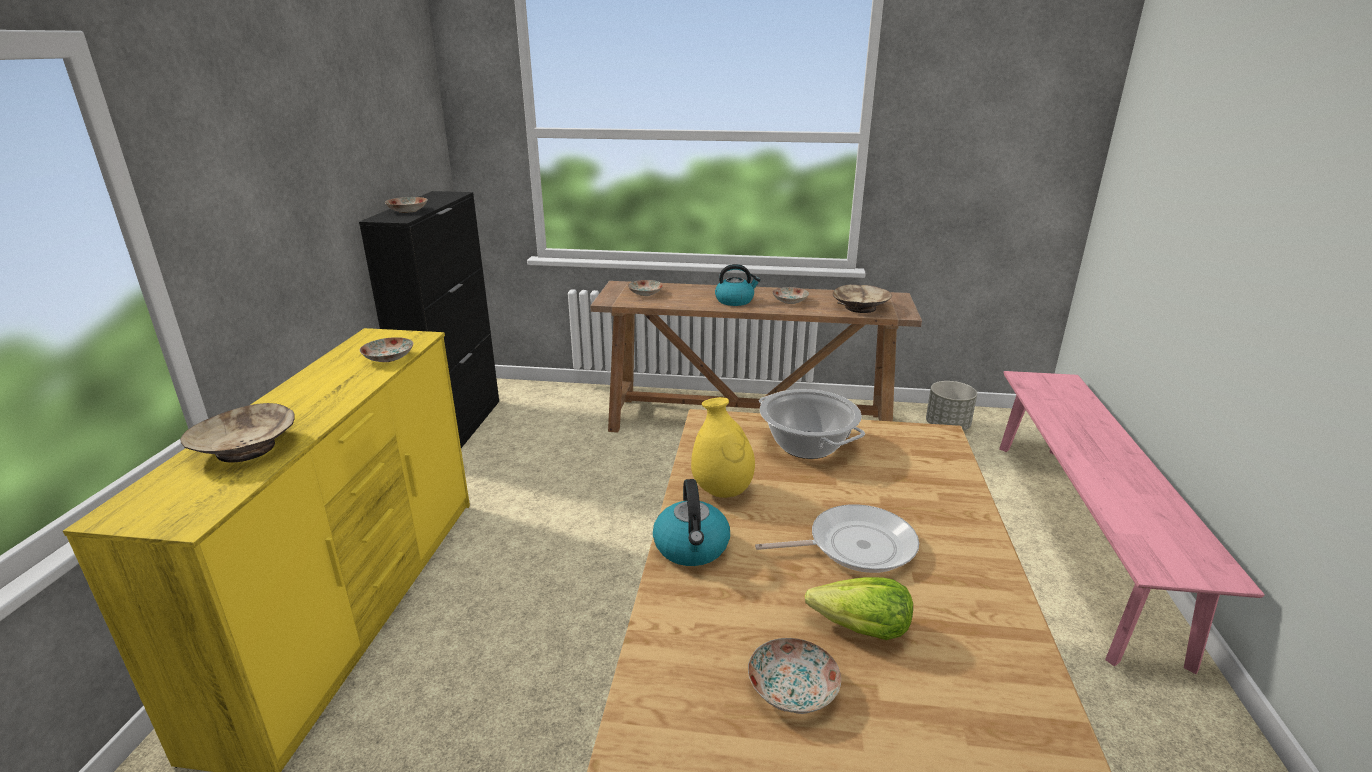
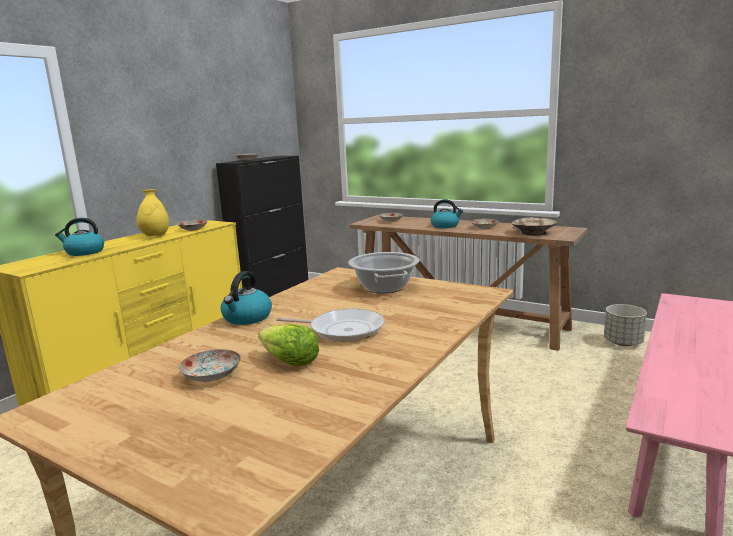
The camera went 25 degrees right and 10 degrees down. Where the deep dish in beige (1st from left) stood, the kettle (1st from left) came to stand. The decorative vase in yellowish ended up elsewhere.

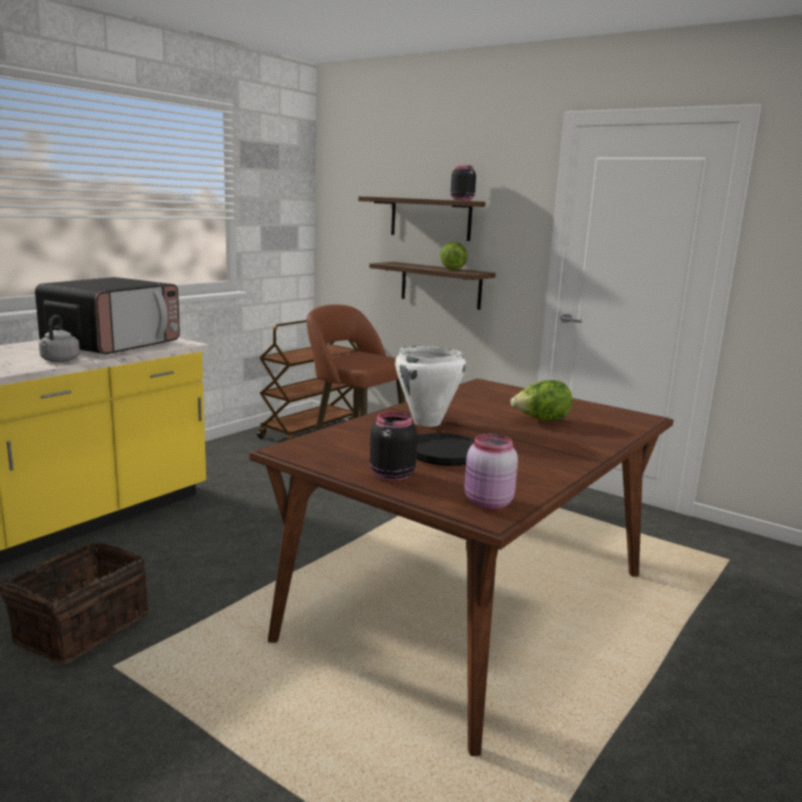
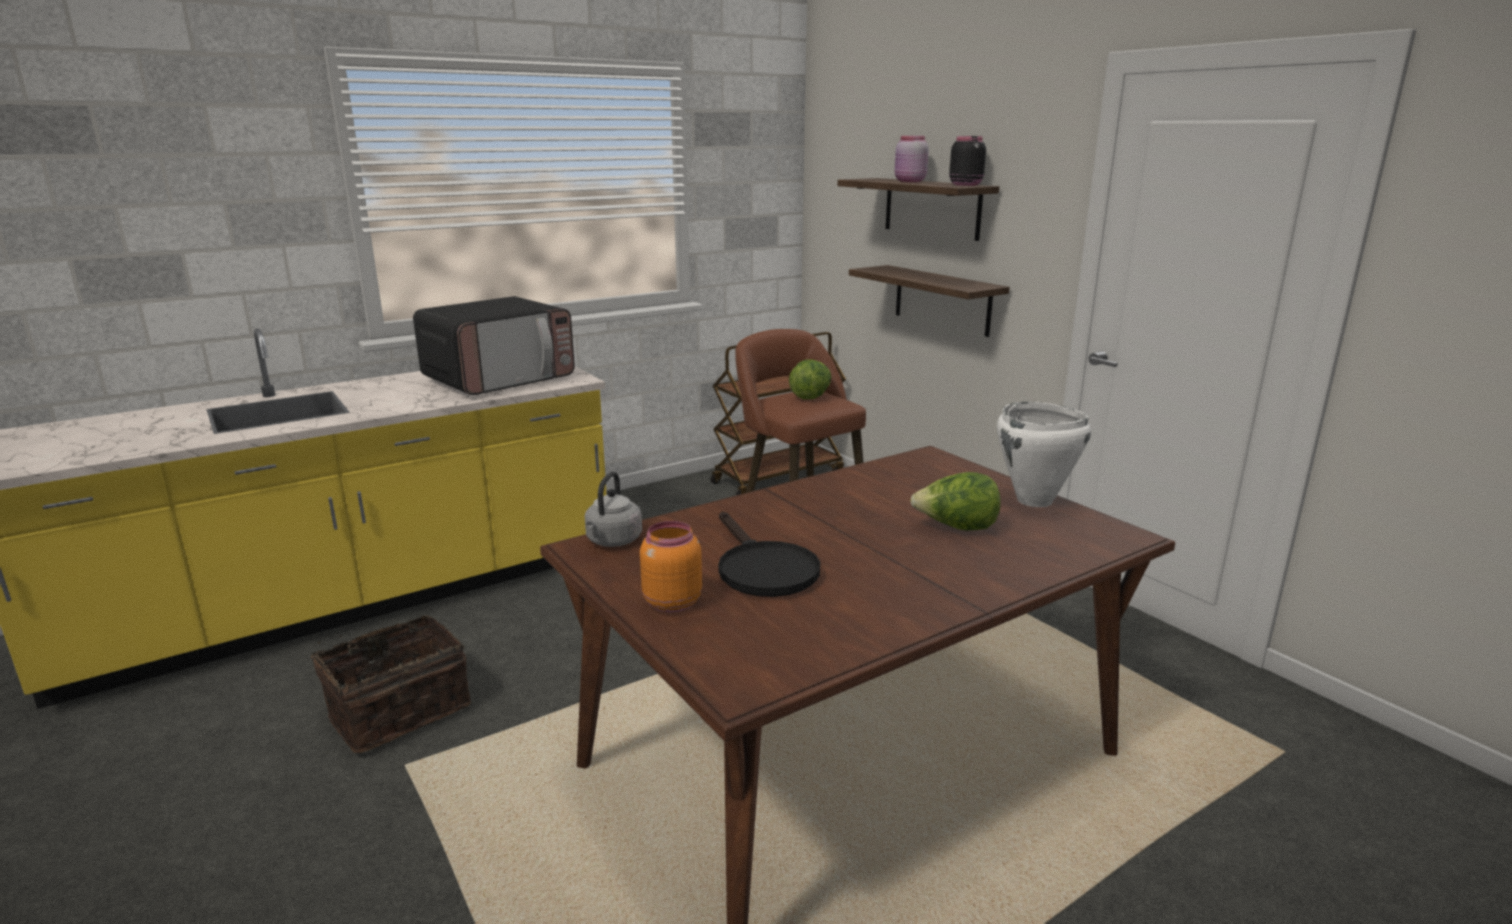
The camera went 20 degrees right and 5 degrees up. The kettle in gray ended up elsewhere. What was the preserve jar in black-coloured (1st from left) turned into the preserve jar in orange. The lettuce (1st from left) ended up elsewhere. The preserve jar in pinkish ended up elsewhere. The stockpot in whitish ended up elsewhere.

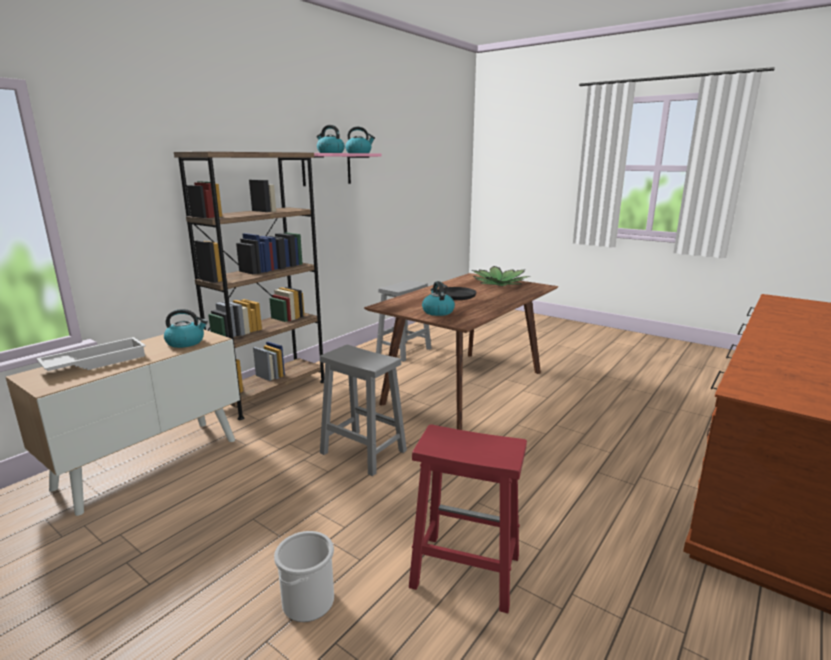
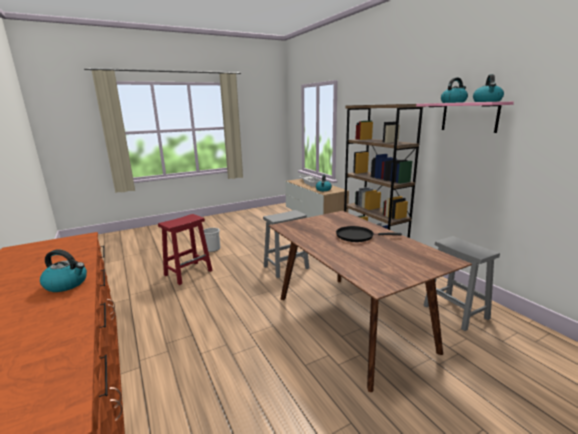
The camera went 115 degrees right and 0 degrees up. The kettle (4th from left in the first image) ended up elsewhere. The second view lost the plant in a pot.

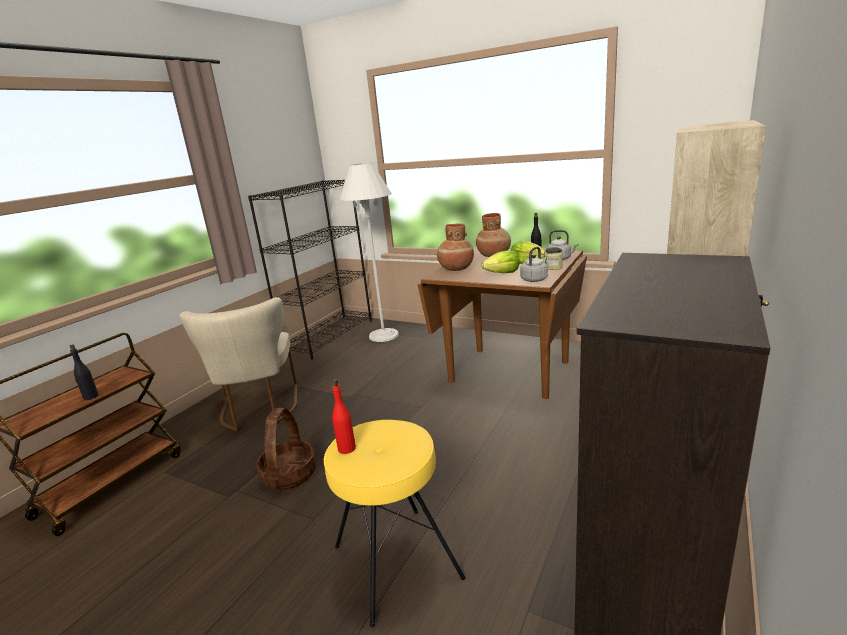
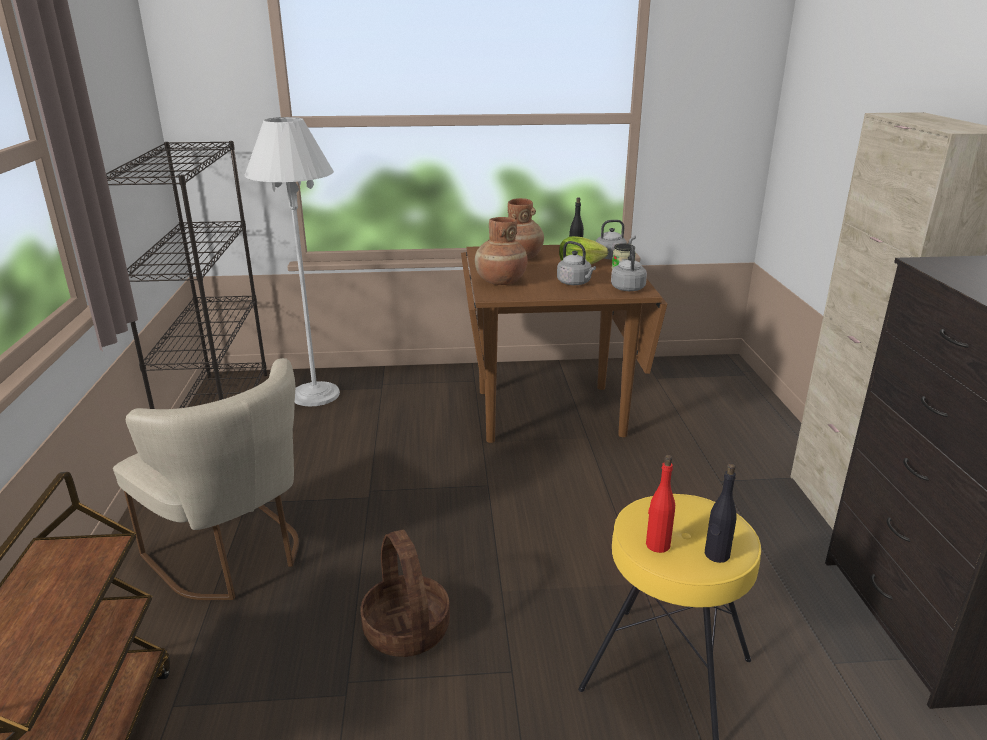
The camera went 35 degrees left and 5 degrees up. Where the lettuce (1st from left) stood, the kettle in gray (1st from left) came to stand. The drink bottle in black-coloured (1st from left in the first image) ended up elsewhere.

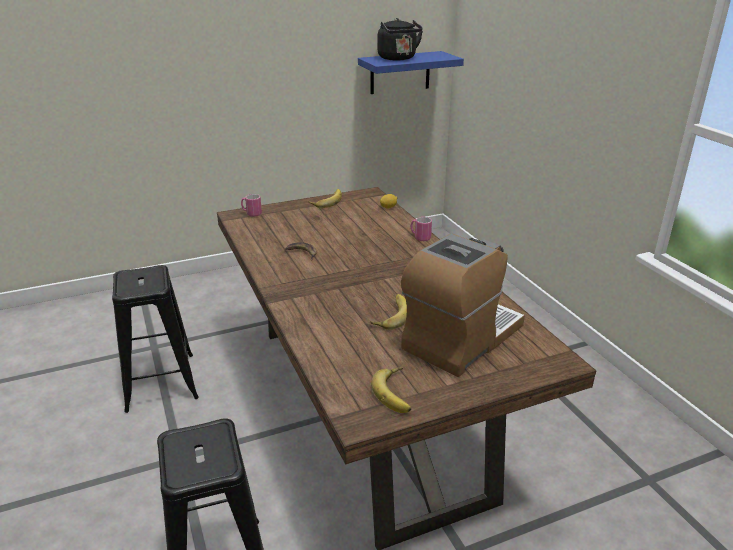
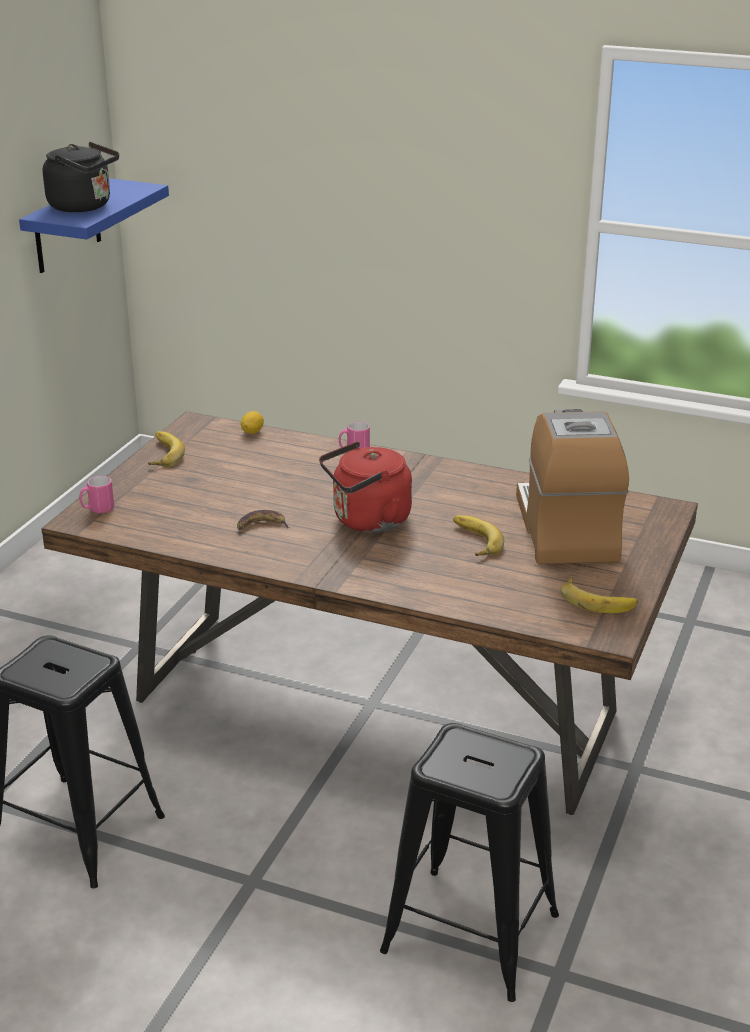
The camera went 45 degrees left and 0 degrees up. The second view gained the kettle in red.

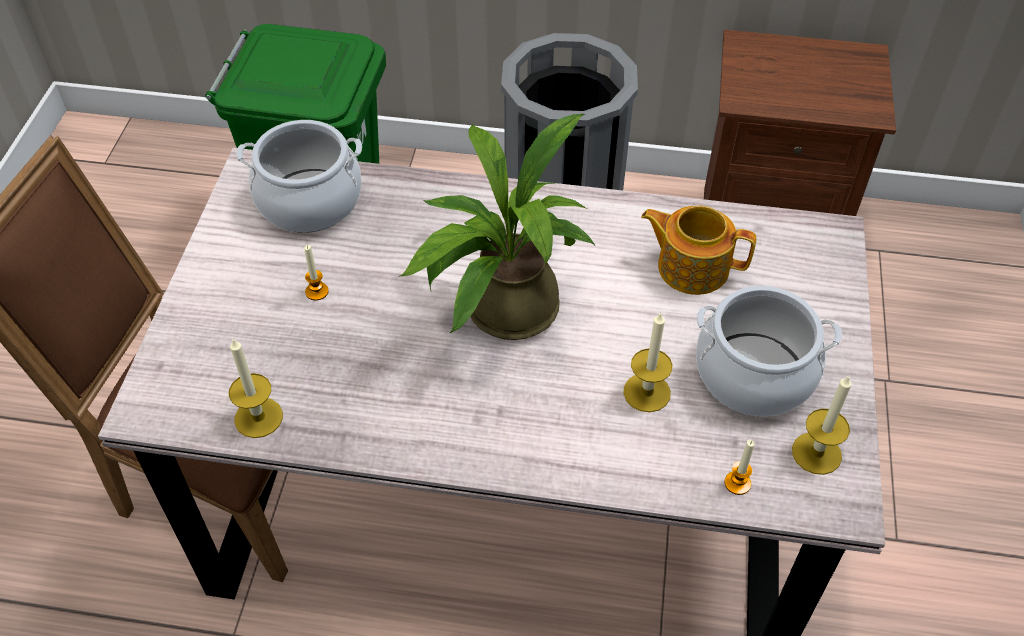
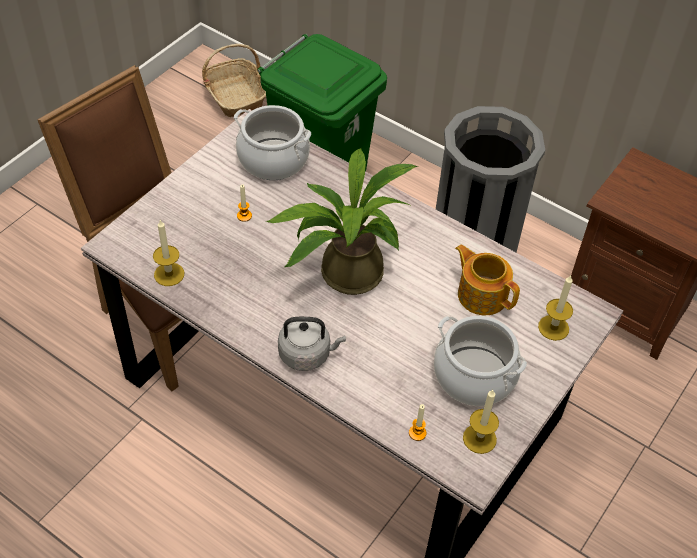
The camera went 25 degrees right and 0 degrees up. The second view gained the storage basket. The second view gained the kettle in gray. The candle (3rd from left in the first image) ended up elsewhere.

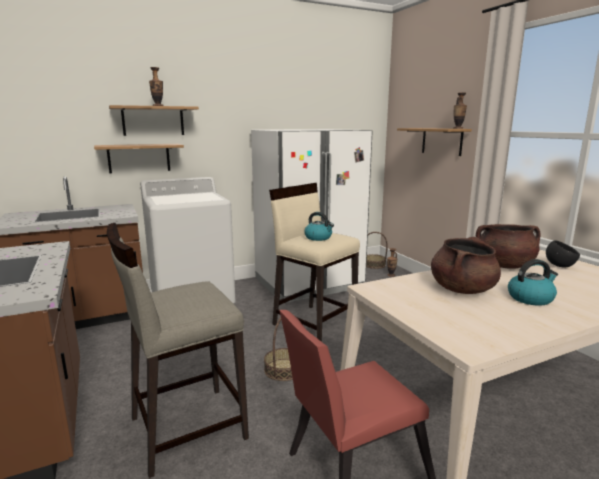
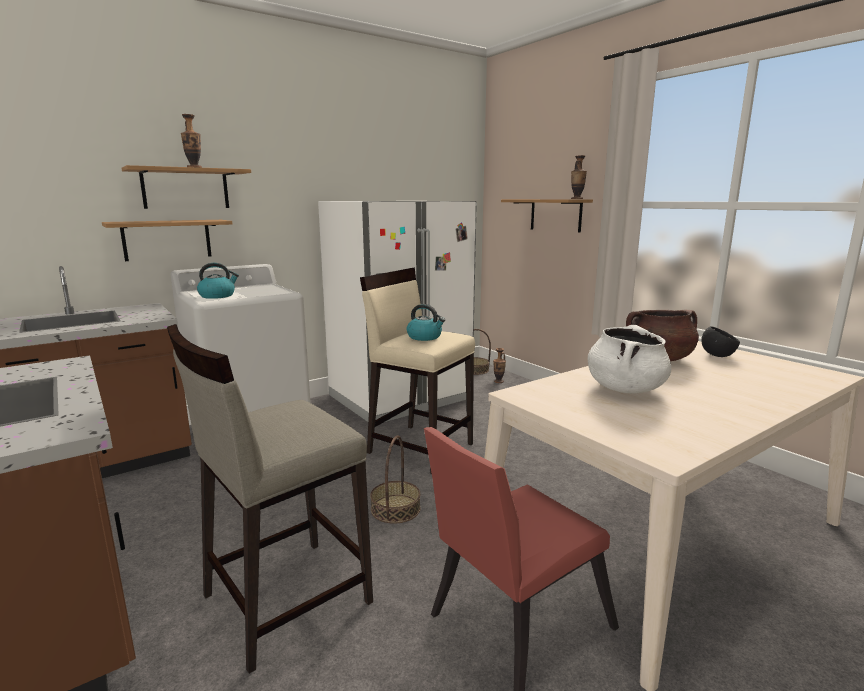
The camera went 10 degrees left and 0 degrees up. The kettle (2nd from left in the first image) ended up elsewhere. What was the stockpot in brownish (1st from left) turned into the stockpot in whitish.

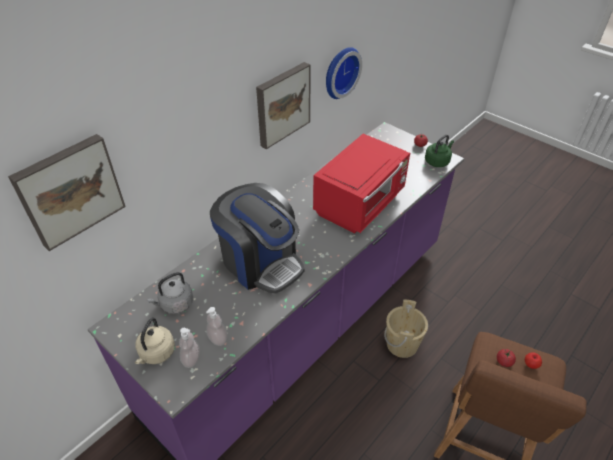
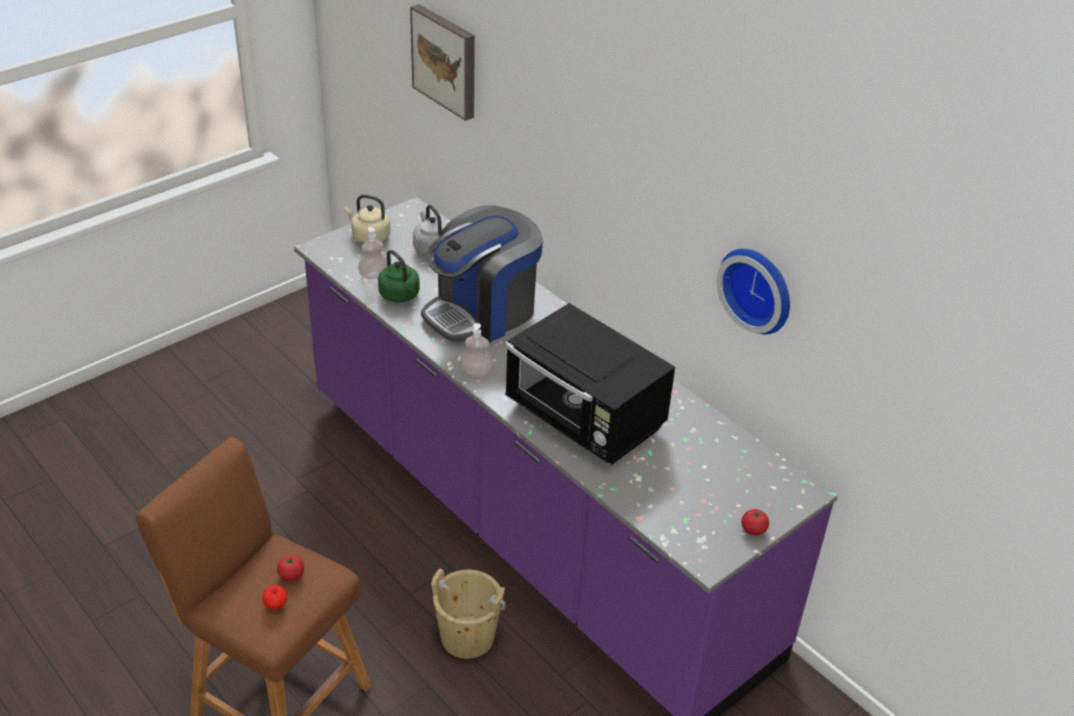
The camera went 95 degrees right and 5 degrees down. The kettle in green ended up elsewhere. The soap dispenser (1st from left in the first image) ended up elsewhere. What was the microwave in red turned into the microwave in black-coloured. The second view lost the picture (2nd from left).

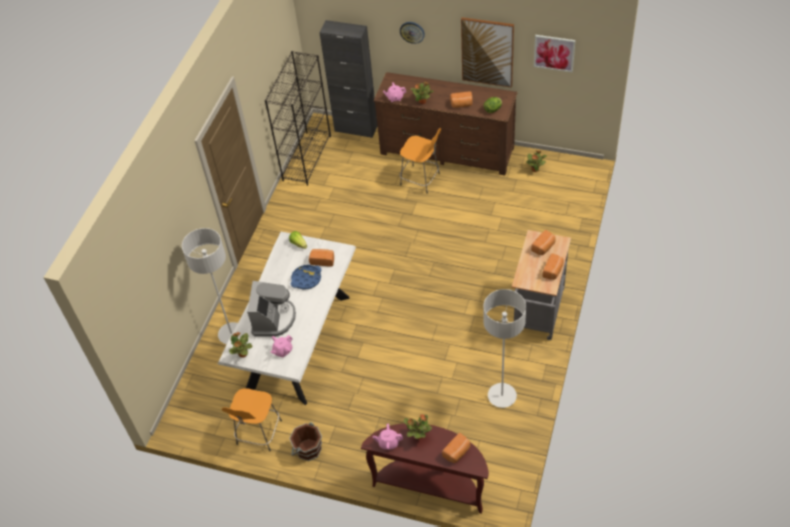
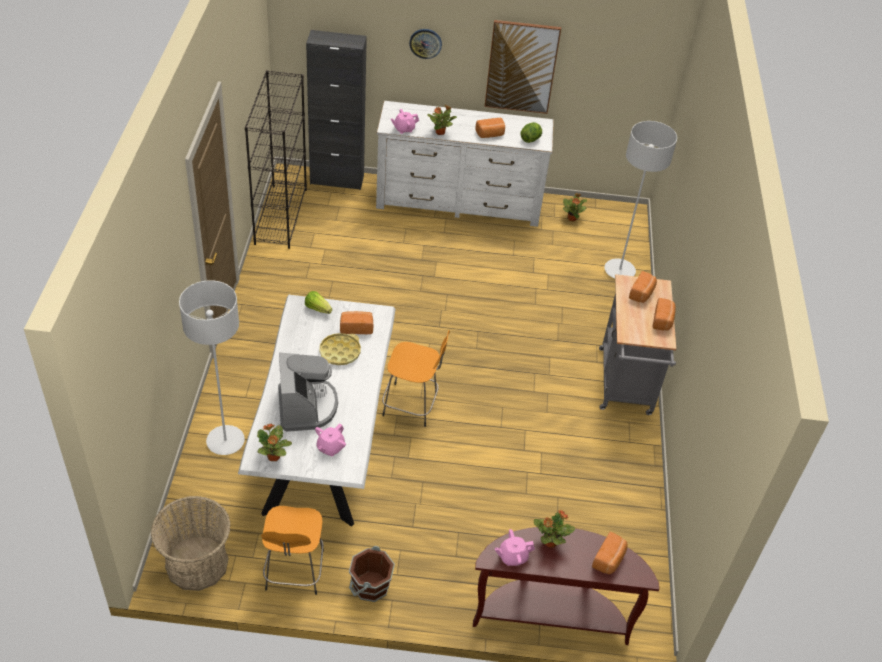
The camera went 20 degrees left and 5 degrees down. The second view gained the storage basket. What was the carrying tray in blue-coloured turned into the carrying tray in yellowish. What was the drawer chest in brownish turned into the drawer chest in whitish. The stool in orange (2nd from left) ended up elsewhere. The standing lamp in gray (2nd from left) ended up elsewhere. The second view lost the picture (2nd from left).

